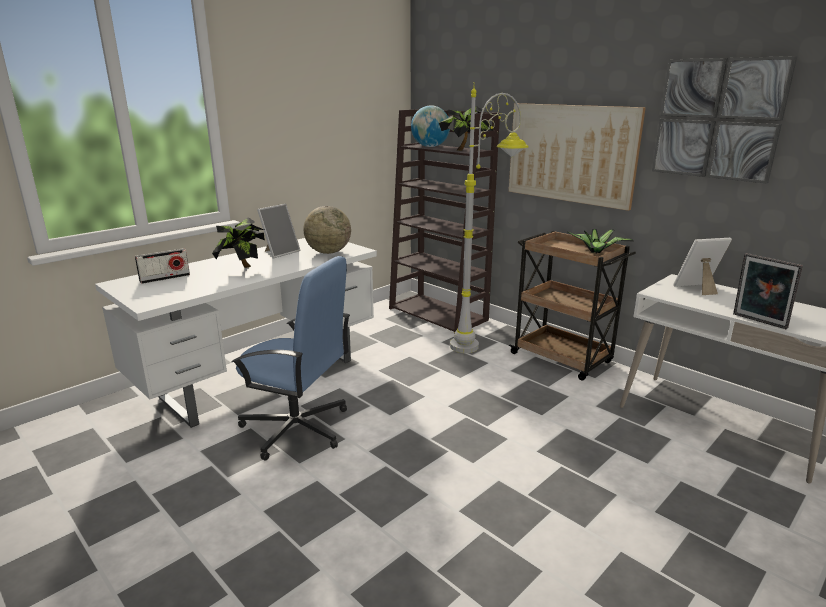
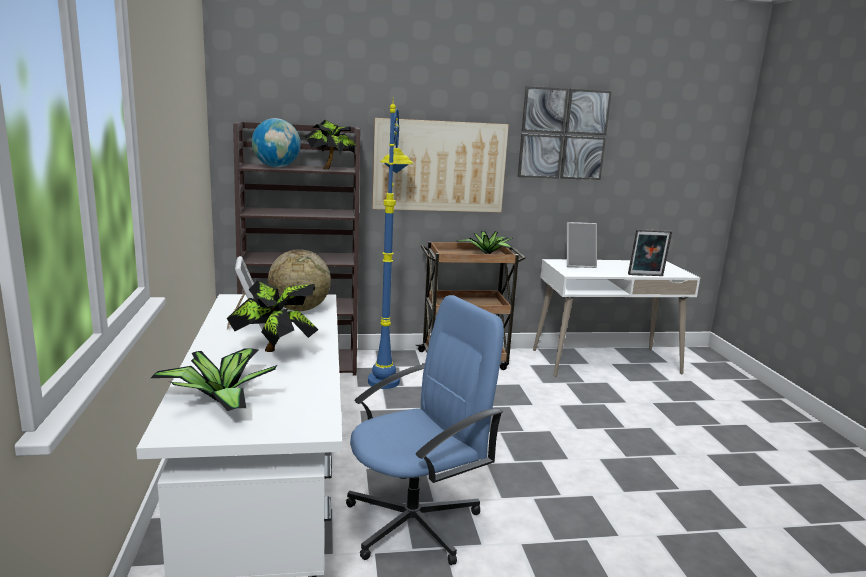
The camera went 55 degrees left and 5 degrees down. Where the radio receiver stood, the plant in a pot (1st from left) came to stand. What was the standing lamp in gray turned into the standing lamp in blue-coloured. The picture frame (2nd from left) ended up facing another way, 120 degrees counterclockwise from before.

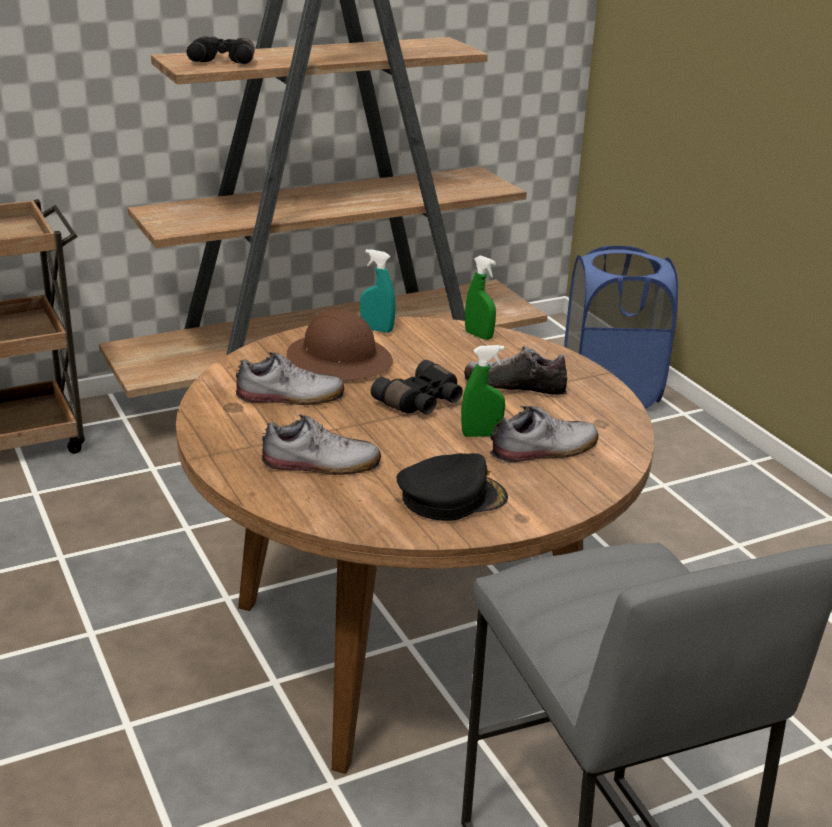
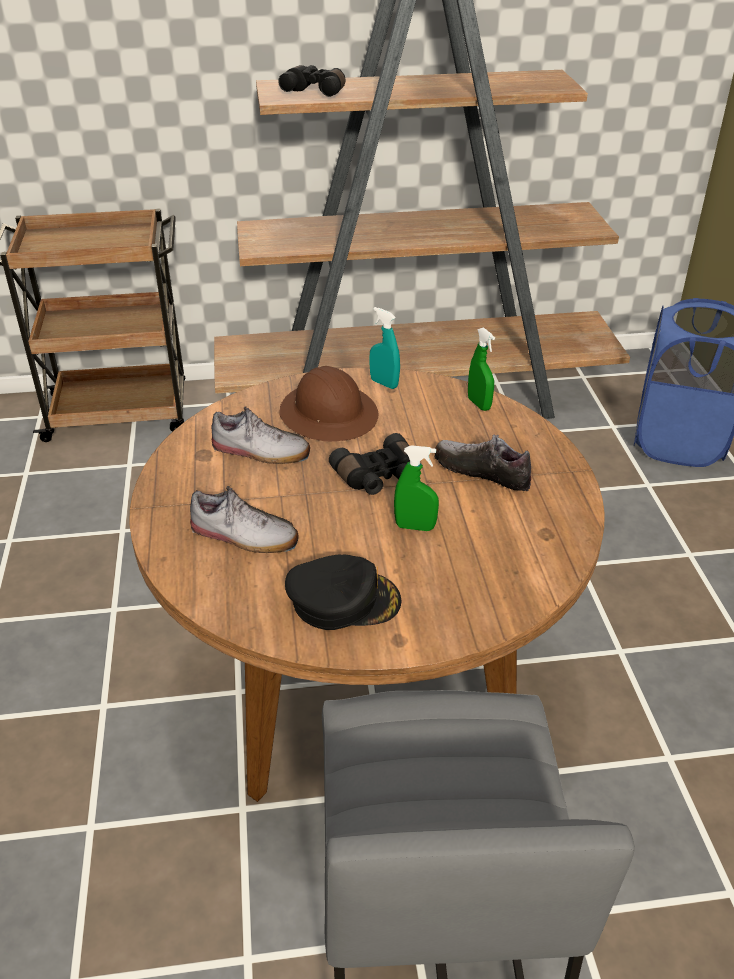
The camera went 20 degrees right and 10 degrees up. The second view lost the low shoe (4th from left).

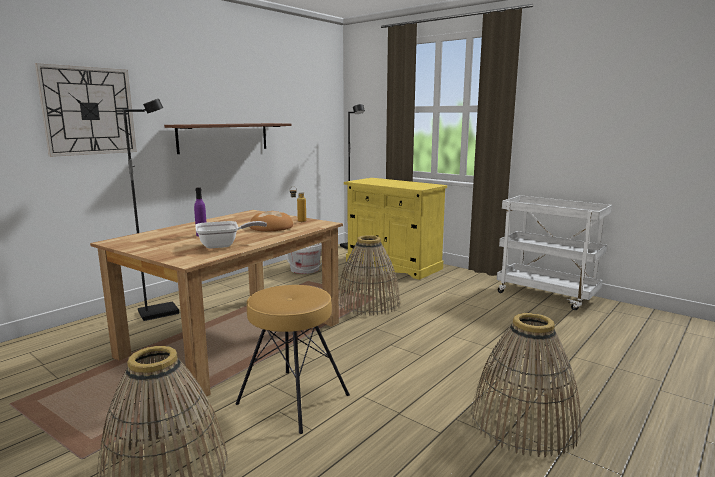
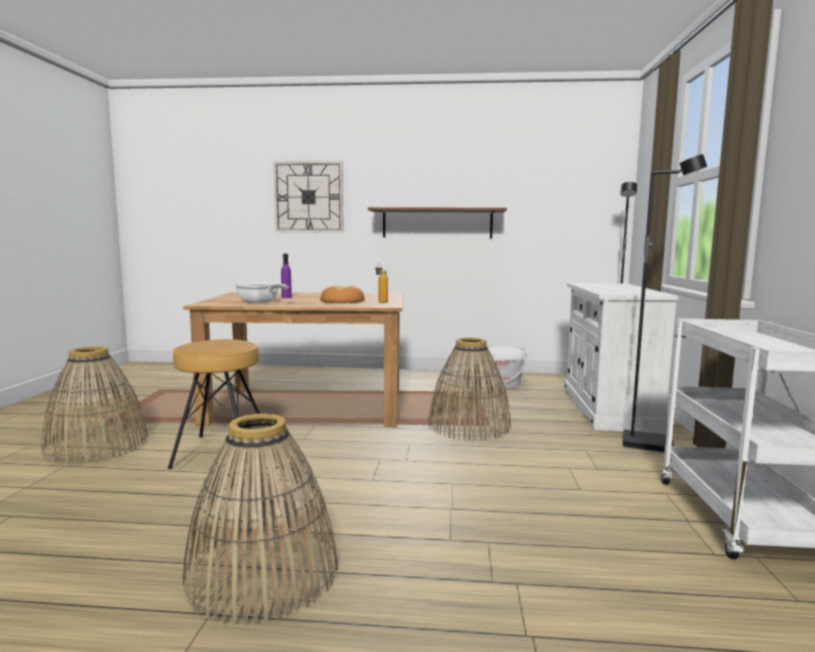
The camera went 55 degrees right and 5 degrees down. What was the cabinet in yellowish turned into the cabinet in whitish. The standing lamp in black-coloured (1st from left in the first image) ended up elsewhere.

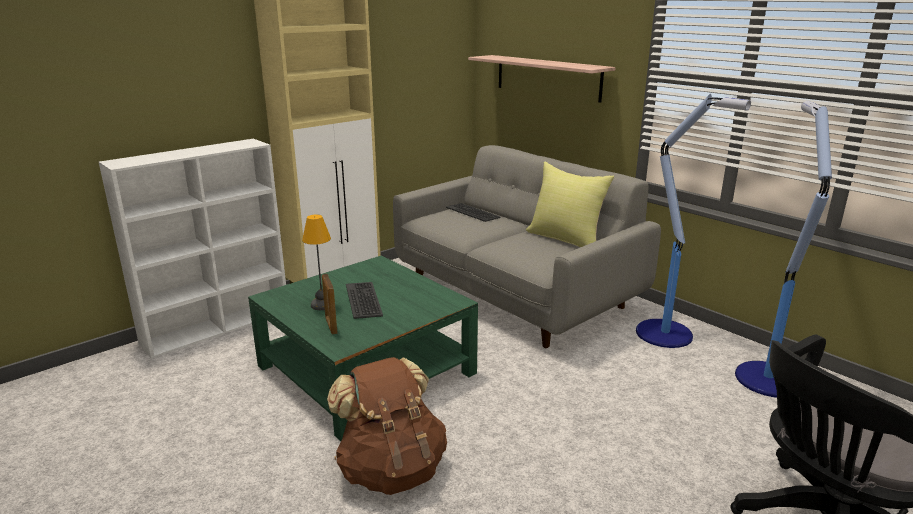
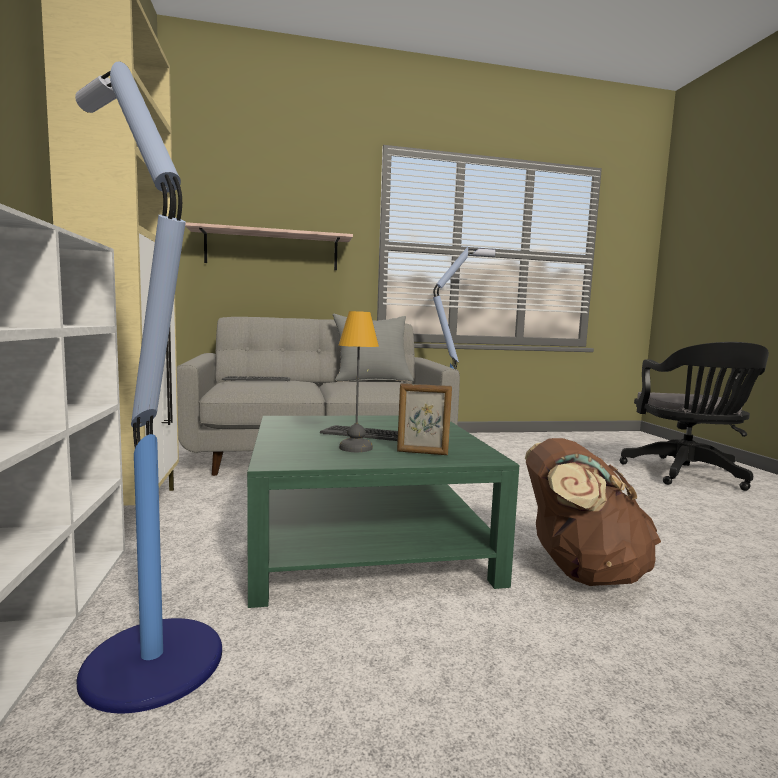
The camera went 60 degrees left and 15 degrees down. The standing lamp (2nd from left in the first image) ended up elsewhere. What was the throw pillow in yellowish turned into the throw pillow in gray.

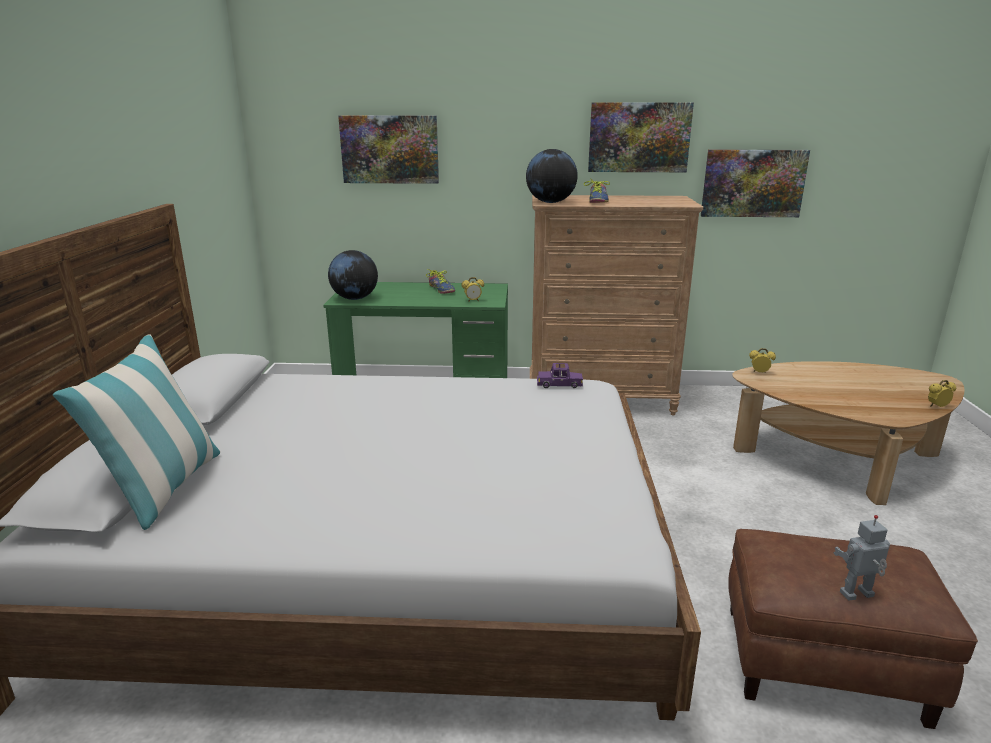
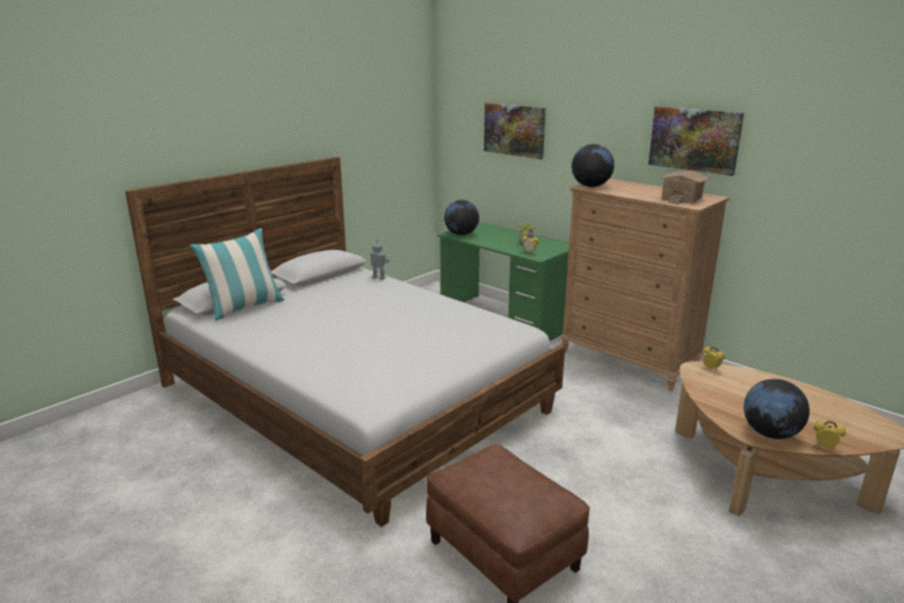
The camera went 40 degrees right and 0 degrees up. The toy robot ended up elsewhere. The second view gained the model house. The second view gained the desk globe (3rd from left). The second view lost the toy car in purple-coloured. The second view lost the low shoe (2nd from left). The second view lost the picture (3rd from left).

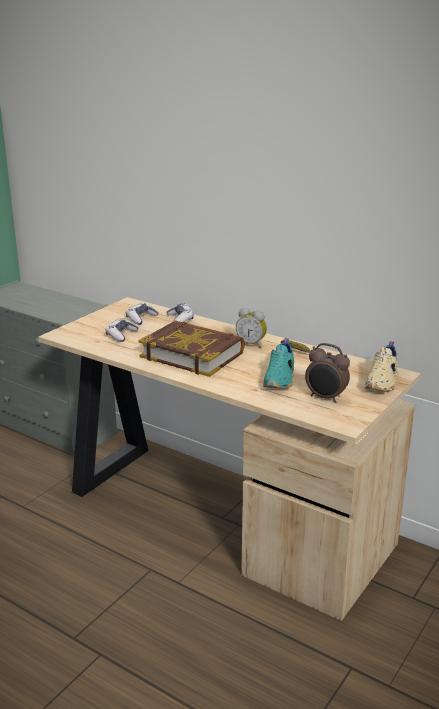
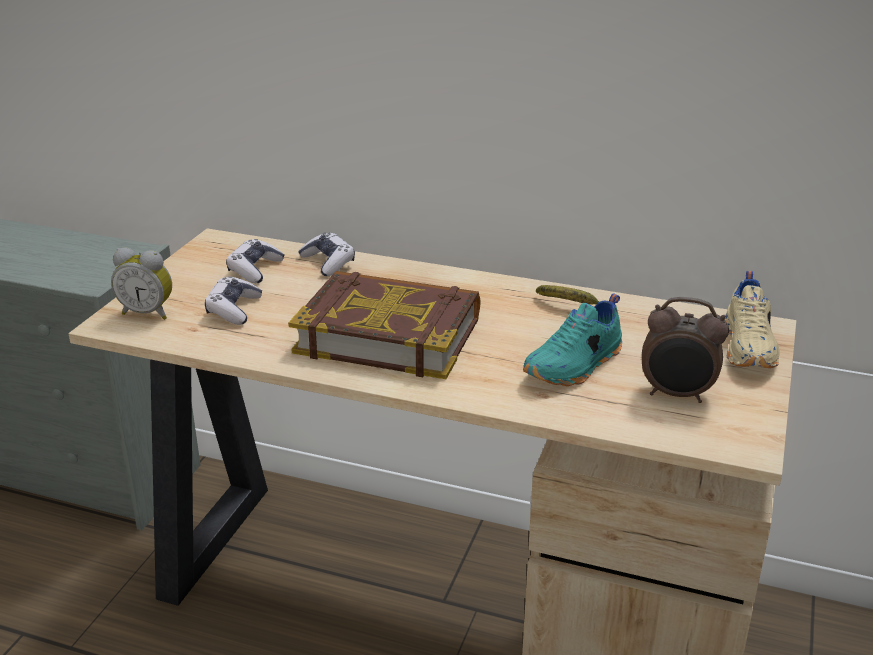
The camera went 15 degrees left and 5 degrees up. The table clock (1st from left) ended up elsewhere. The low shoe in turquoise-coloured ended up facing another way, 45 degrees clockwise from before.

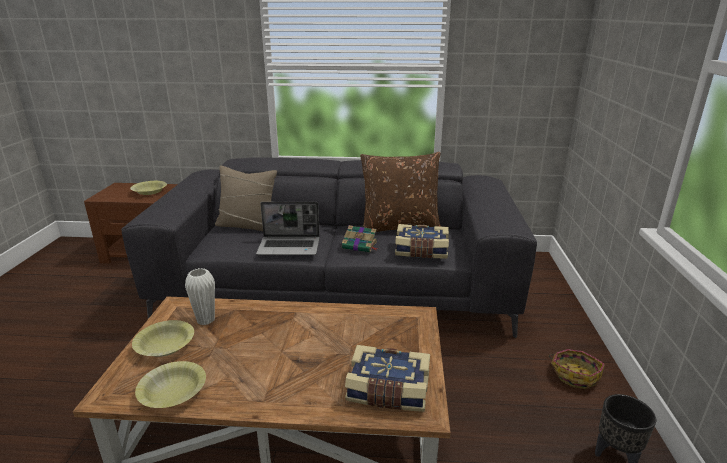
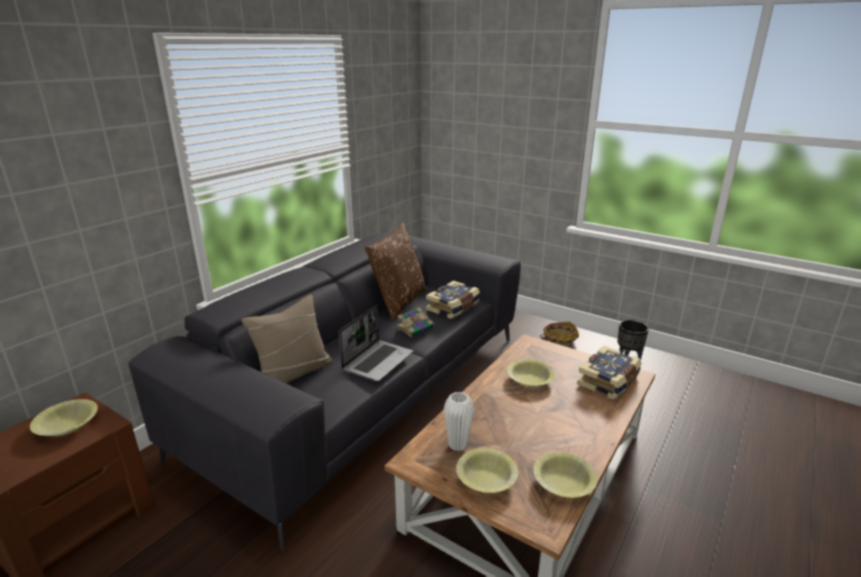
The camera went 60 degrees left and 0 degrees up. The second view gained the deep dish in yellowish (3rd from left).

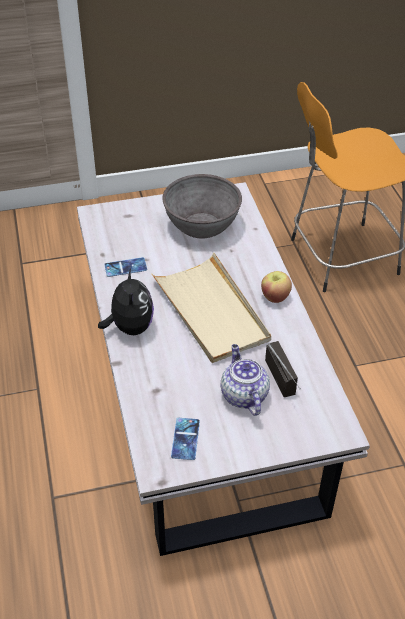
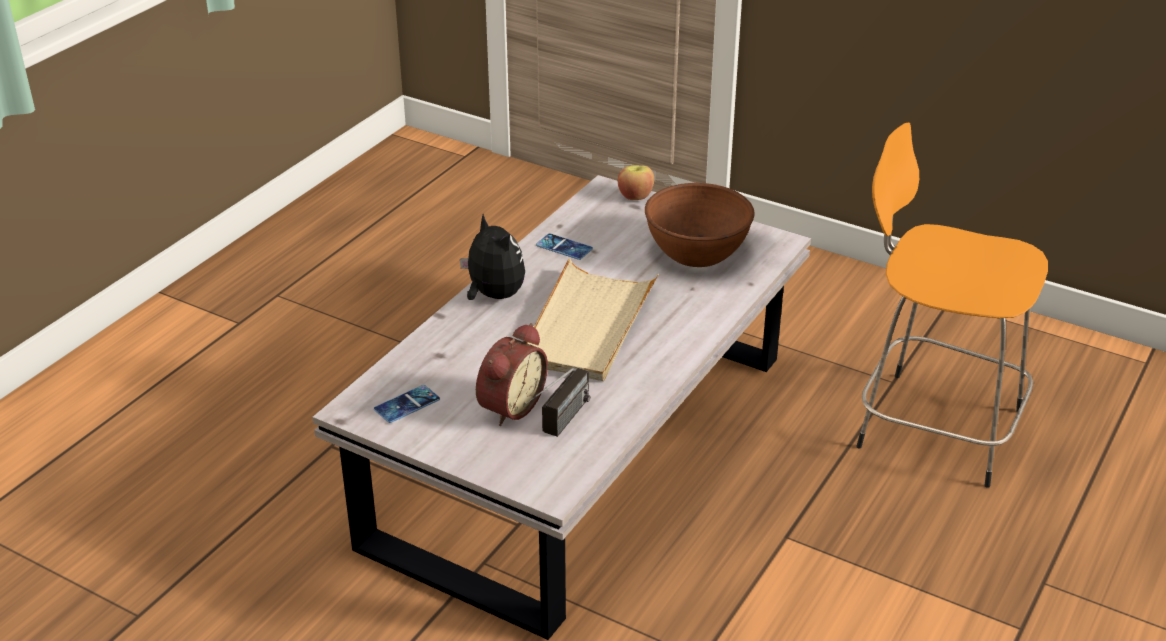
The camera went 45 degrees right and 10 degrees down. The cuddly toy ended up facing another way, 75 degrees counterclockwise from before. Where the pot for tea stood, the table clock came to stand. The apple ended up elsewhere. What was the deep dish in gray turned into the deep dish in brownish.

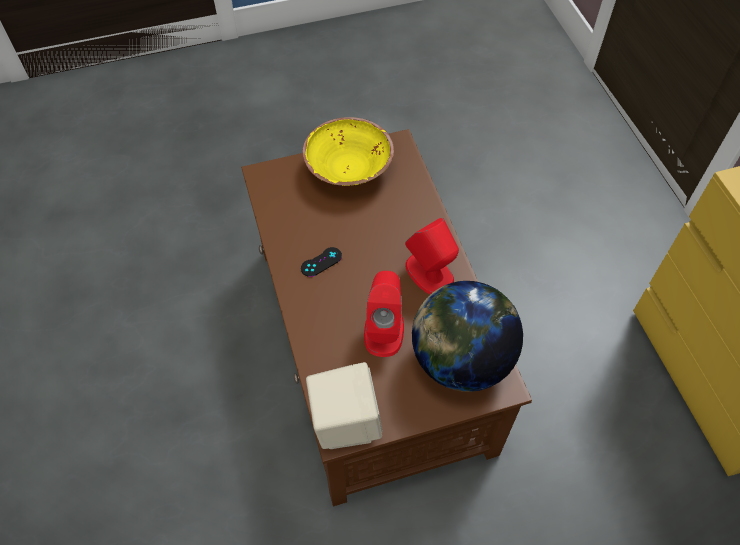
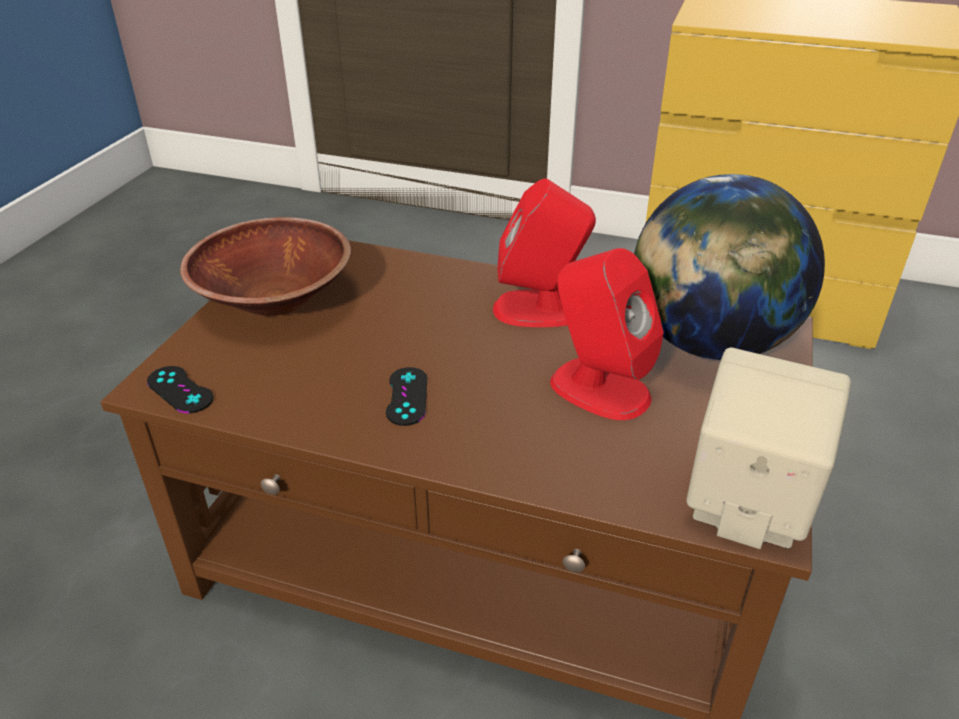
The camera went 55 degrees left and 20 degrees down. The second view gained the game controller in black-coloured (1st from left). What was the deep dish in yellowish turned into the deep dish in brownish.

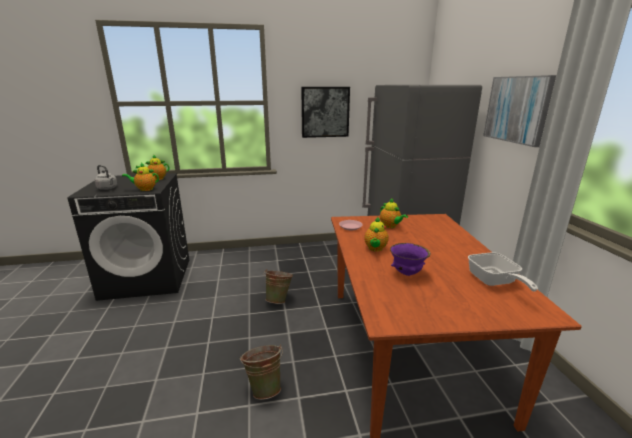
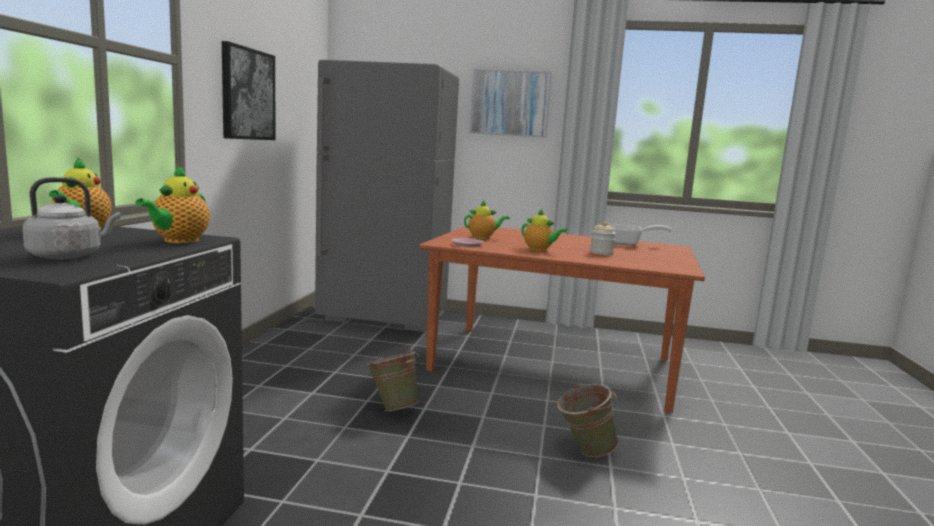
The camera went 70 degrees left and 10 degrees down. Where the deep dish in purple-coloured stood, the preserve jar came to stand.

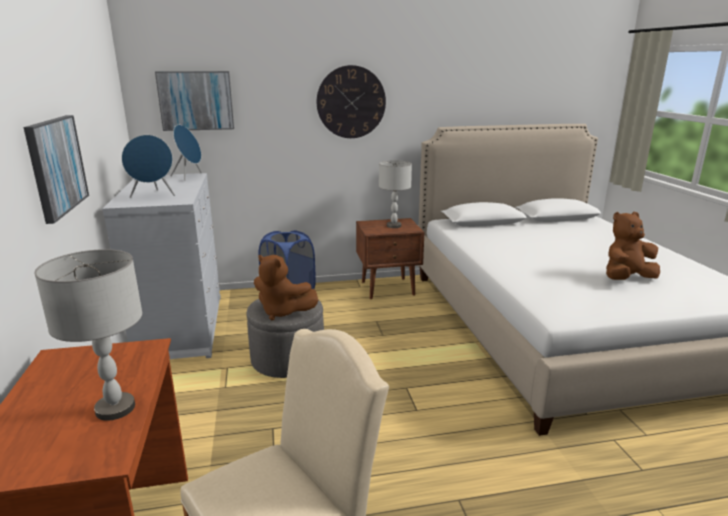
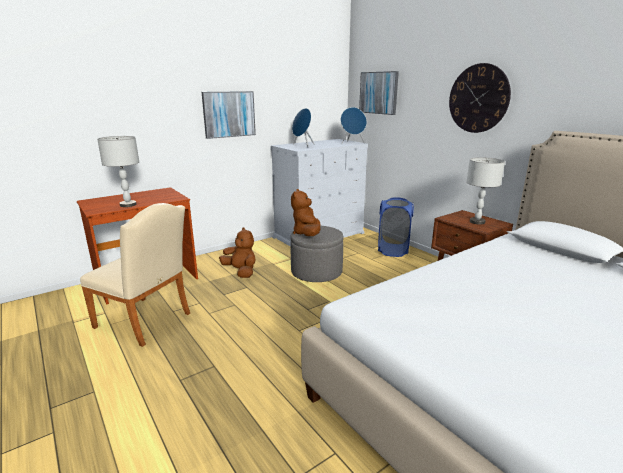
The camera went 65 degrees right and 0 degrees up. The cuddly toy in brownish (2nd from left in the first image) ended up elsewhere.

